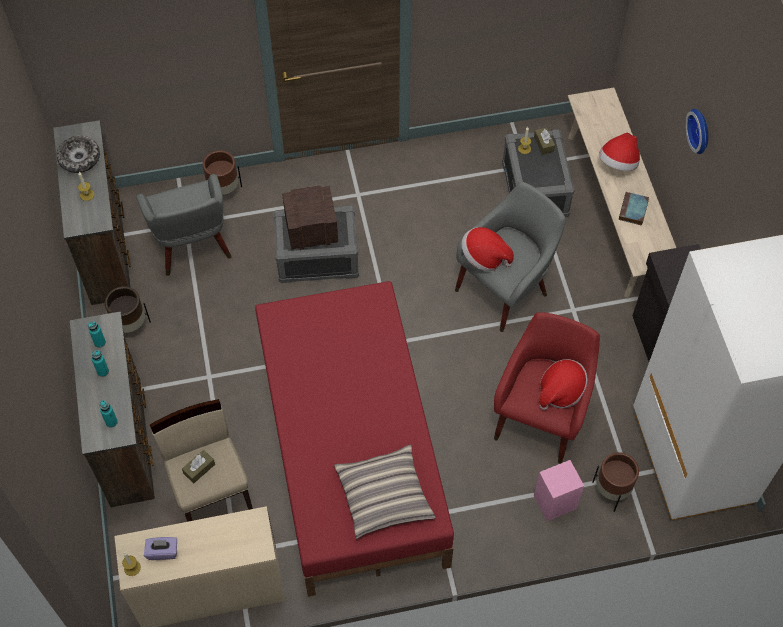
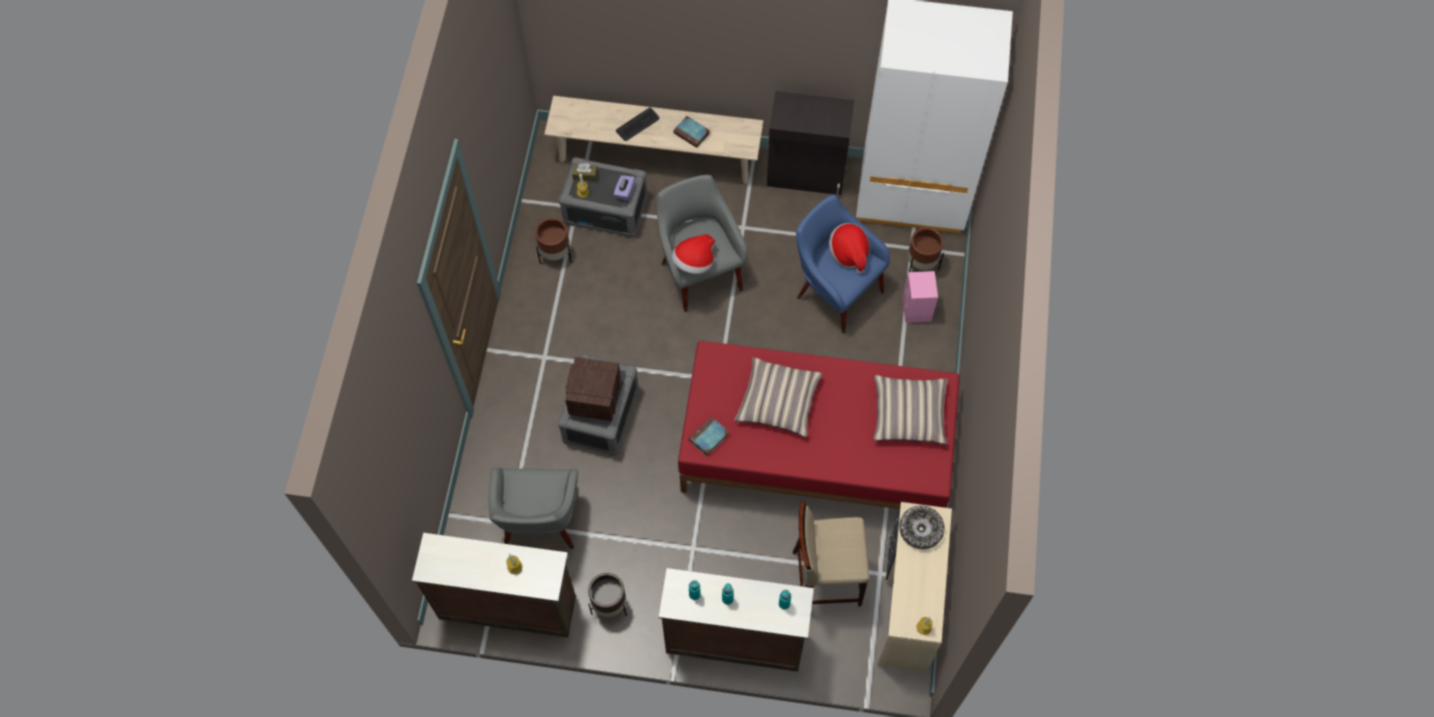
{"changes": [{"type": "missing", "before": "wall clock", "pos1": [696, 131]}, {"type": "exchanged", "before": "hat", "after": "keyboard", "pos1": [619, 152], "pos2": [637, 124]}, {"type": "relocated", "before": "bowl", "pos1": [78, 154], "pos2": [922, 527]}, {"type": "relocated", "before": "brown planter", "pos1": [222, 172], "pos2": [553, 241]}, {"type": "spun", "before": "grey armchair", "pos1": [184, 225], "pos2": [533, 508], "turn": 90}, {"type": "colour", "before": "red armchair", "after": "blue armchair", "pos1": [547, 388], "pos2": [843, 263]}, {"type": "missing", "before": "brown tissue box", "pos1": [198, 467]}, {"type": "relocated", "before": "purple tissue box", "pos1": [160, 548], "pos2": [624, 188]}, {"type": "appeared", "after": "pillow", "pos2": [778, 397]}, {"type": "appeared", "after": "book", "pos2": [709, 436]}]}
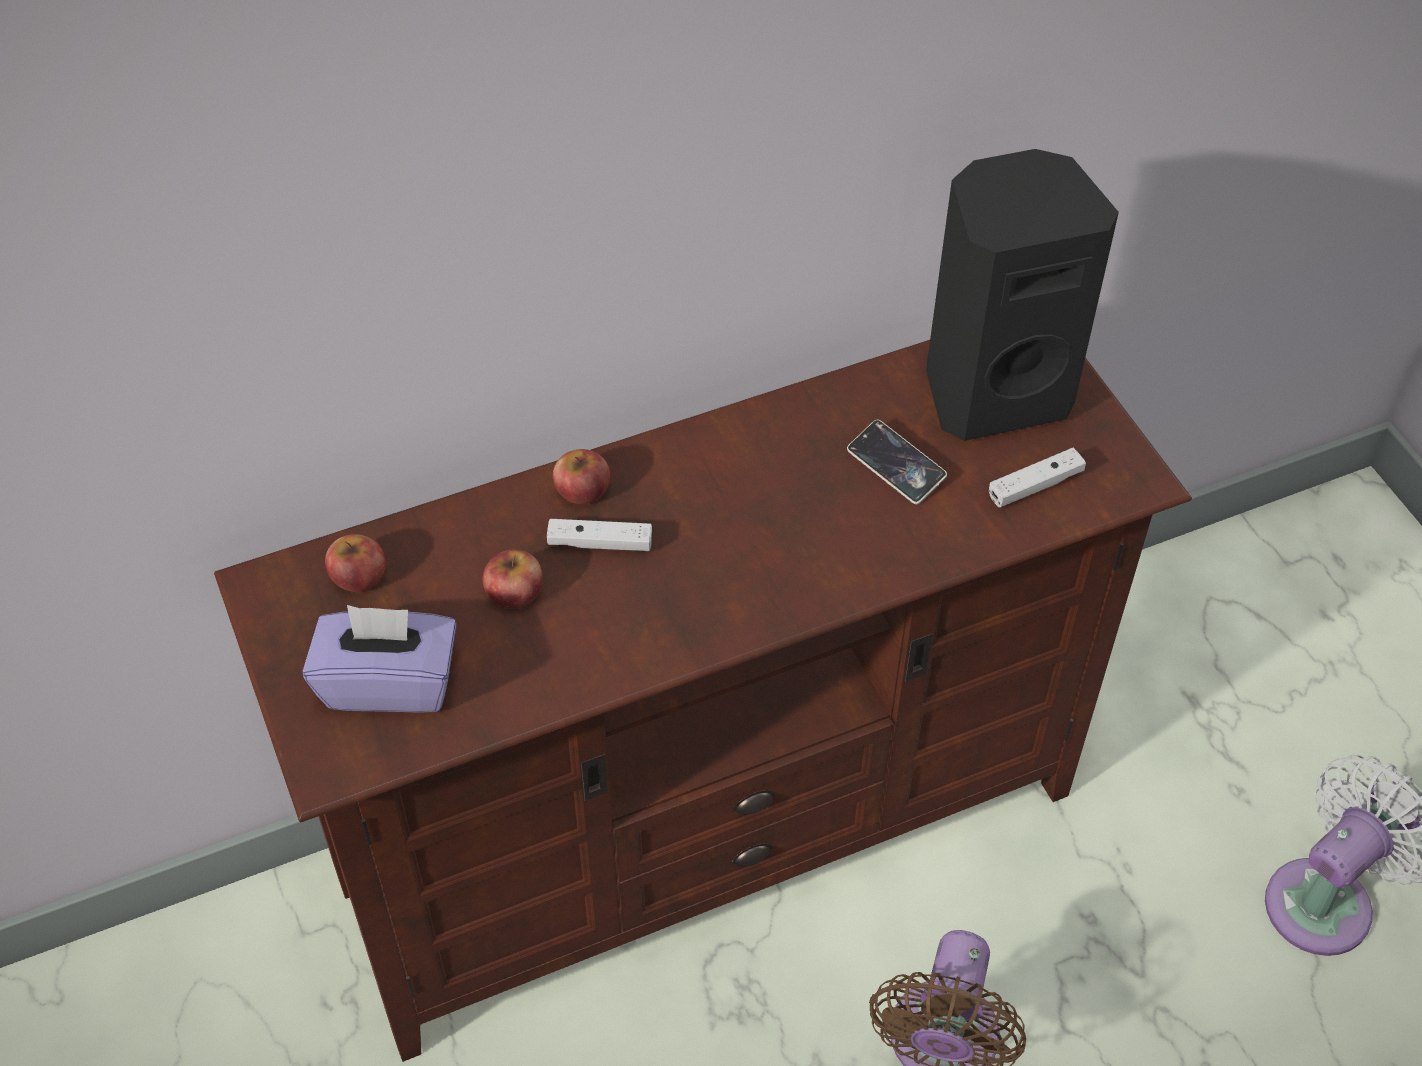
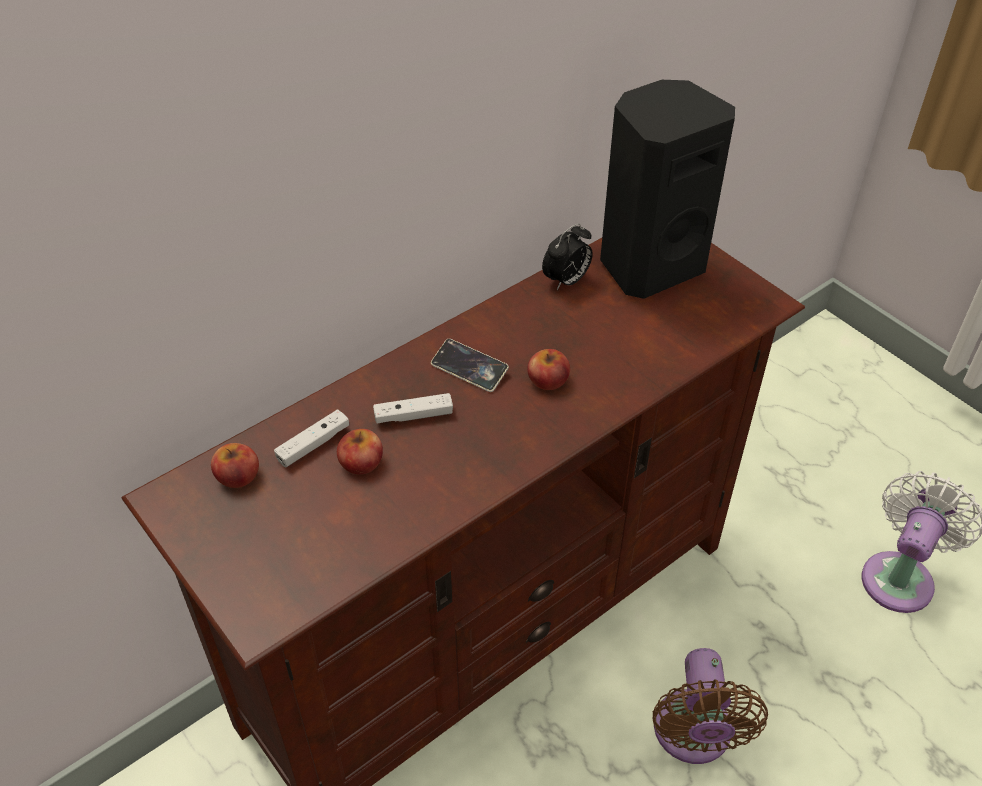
{"changes": [{"type": "relocated", "before": "phone", "pos1": [897, 462], "pos2": [470, 365]}, {"type": "relocated", "before": "white game controller", "pos1": [1037, 477], "pos2": [311, 438]}, {"type": "relocated", "before": "apple", "pos1": [581, 476], "pos2": [548, 369]}, {"type": "missing", "before": "purple tissue box", "pos1": [380, 659]}, {"type": "appeared", "after": "alarm clock", "pos2": [567, 256]}]}
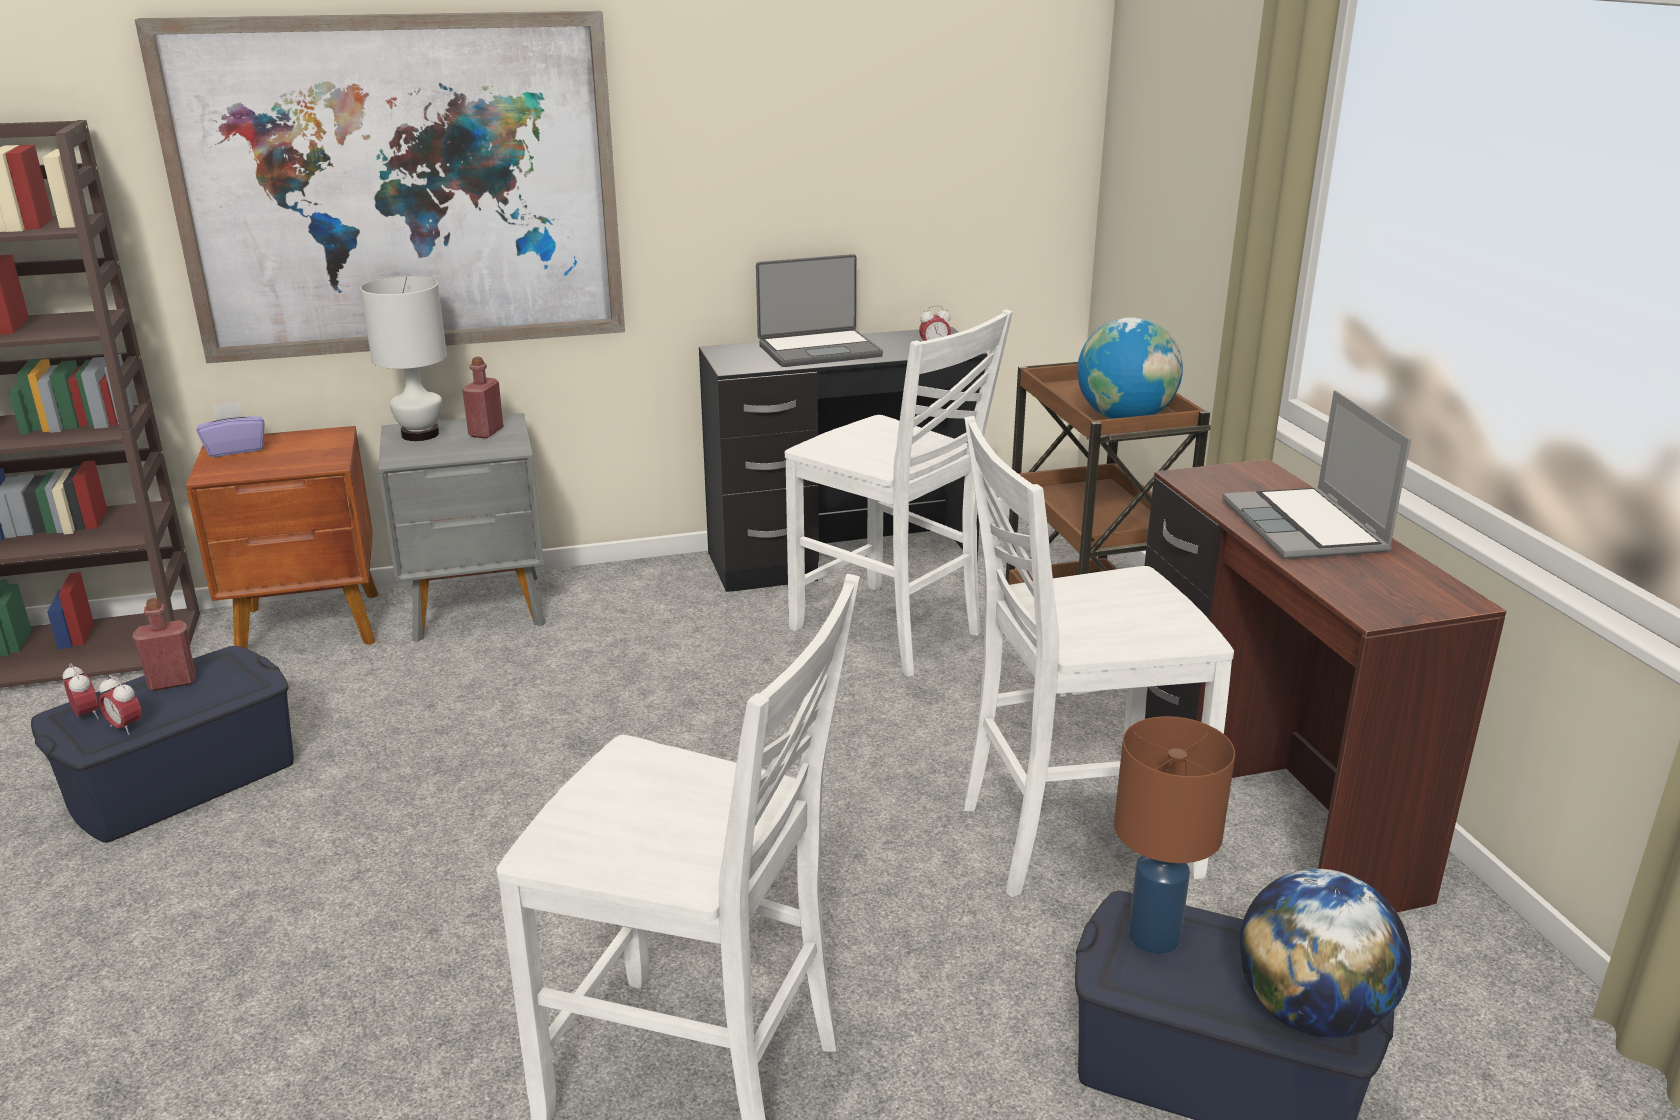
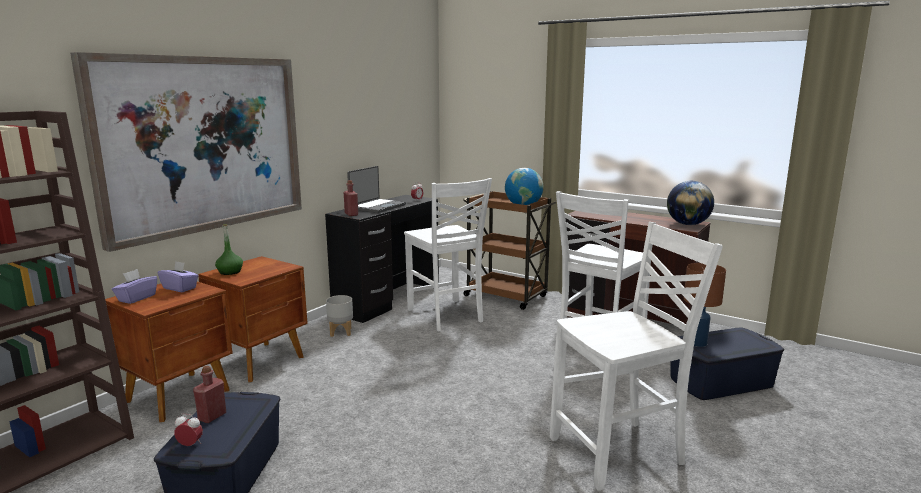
{"changes": [{"type": "exchanged", "before": "white table lamp", "after": "green bottle", "pos1": [403, 358], "pos2": [229, 249]}, {"type": "spun", "before": "white chair", "pos1": [899, 493], "pos2": [448, 254], "turn": 60}, {"type": "relocated", "before": "red bottle", "pos1": [483, 397], "pos2": [351, 198]}, {"type": "missing", "before": "laptop", "pos1": [1316, 474]}, {"type": "colour", "before": "grey nightstand", "after": "brown nightstand", "pos1": [461, 527], "pos2": [253, 319]}, {"type": "missing", "before": "alarm clock", "pos1": [120, 705]}, {"type": "relocated", "before": "globe", "pos1": [1325, 953], "pos2": [690, 203]}, {"type": "appeared", "after": "purple tissue box", "pos2": [178, 276]}, {"type": "appeared", "after": "grey planter", "pos2": [339, 316]}]}
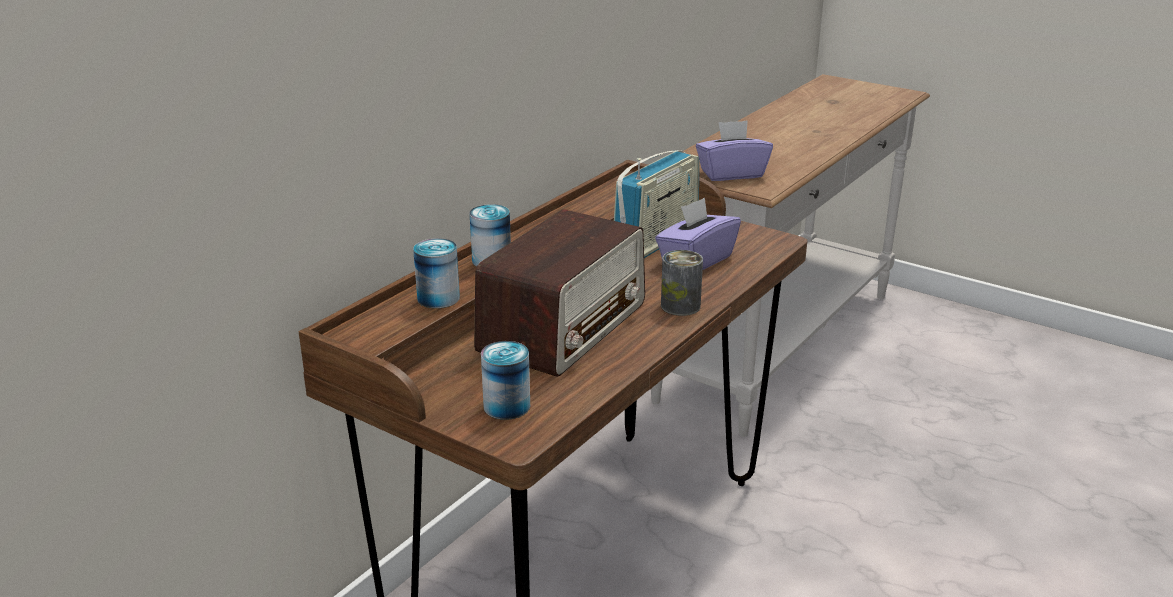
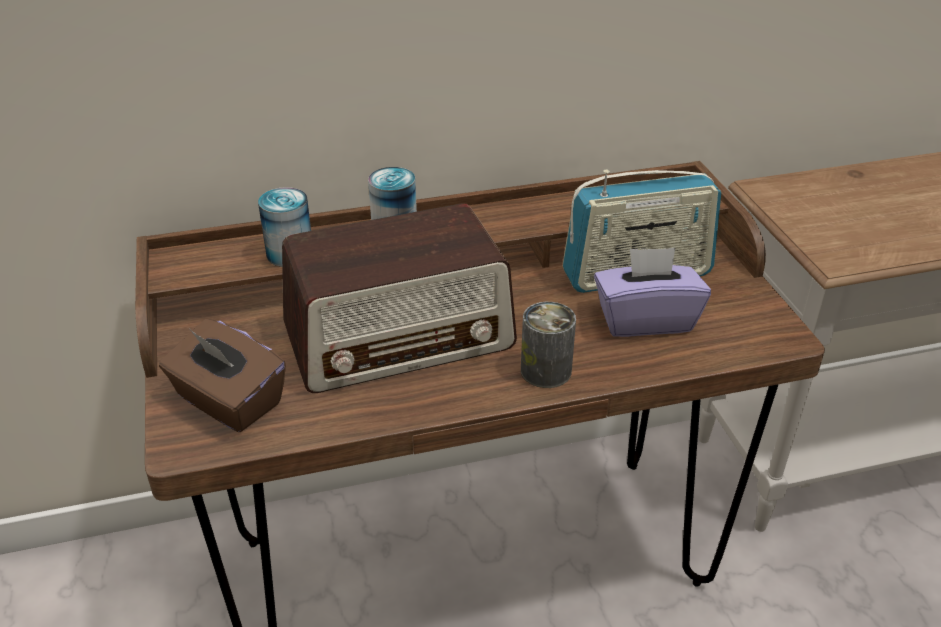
{"changes": [{"type": "missing", "before": "purple tissue box", "pos1": [734, 150]}, {"type": "exchanged", "before": "can", "after": "brown tissue box", "pos1": [505, 380], "pos2": [222, 375]}]}
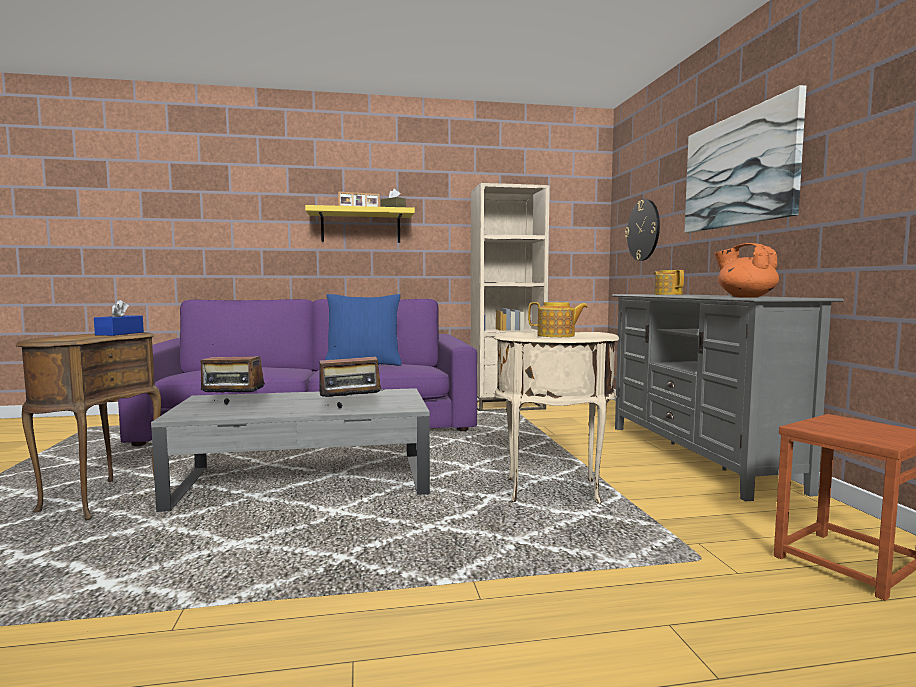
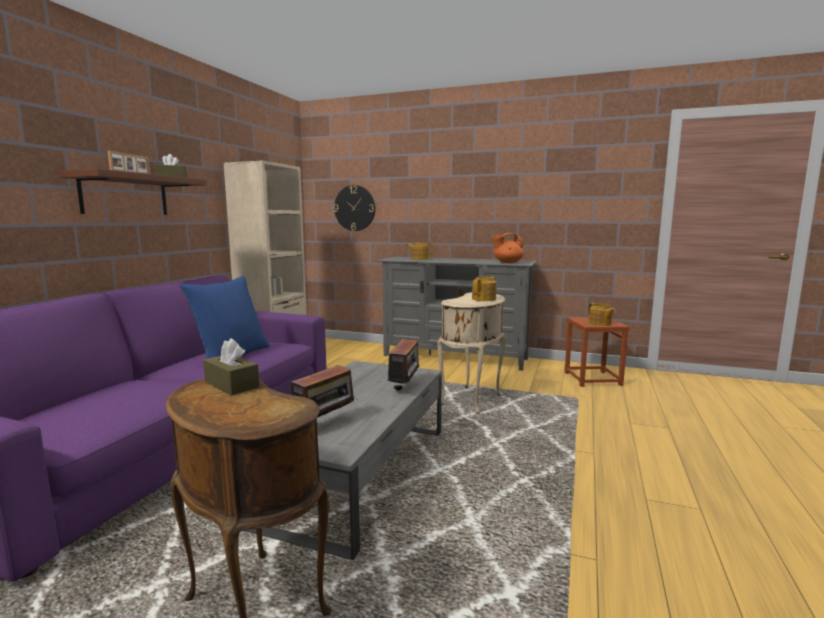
{"changes": [{"type": "missing", "before": "picture", "pos1": [745, 159]}, {"type": "colour", "before": "yellow shelf", "after": "brown shelf", "pos1": [360, 224], "pos2": [133, 192]}, {"type": "colour", "before": "blue tissue box", "after": "brown tissue box", "pos1": [119, 318], "pos2": [231, 366]}, {"type": "appeared", "after": "teapot", "pos2": [602, 314]}]}
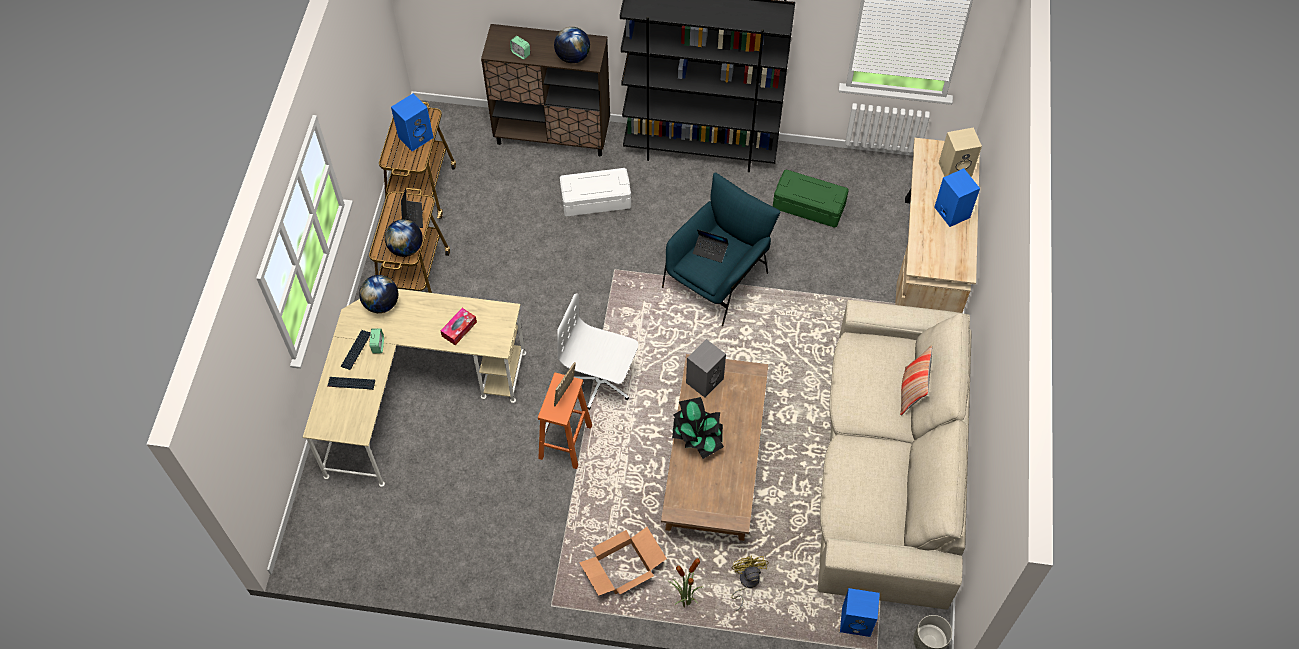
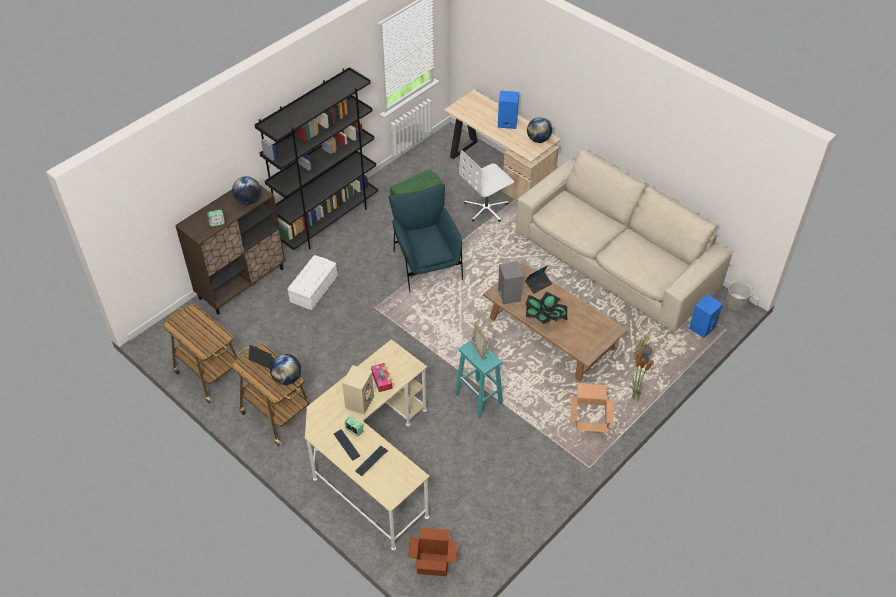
{"changes": [{"type": "missing", "before": "blue speaker", "pos1": [412, 122]}, {"type": "relocated", "before": "beige speaker", "pos1": [960, 152], "pos2": [358, 389]}, {"type": "relocated", "before": "laptop", "pos1": [710, 246], "pos2": [538, 279]}, {"type": "relocated", "before": "globe", "pos1": [378, 294], "pos2": [539, 130]}, {"type": "relocated", "before": "white office chair", "pos1": [597, 351], "pos2": [486, 186]}, {"type": "missing", "before": "pillow", "pos1": [916, 380]}, {"type": "colour", "before": "orange stool", "after": "turquoise stool", "pos1": [565, 421], "pos2": [479, 379]}, {"type": "appeared", "after": "cardboard box", "pos2": [433, 551]}]}
